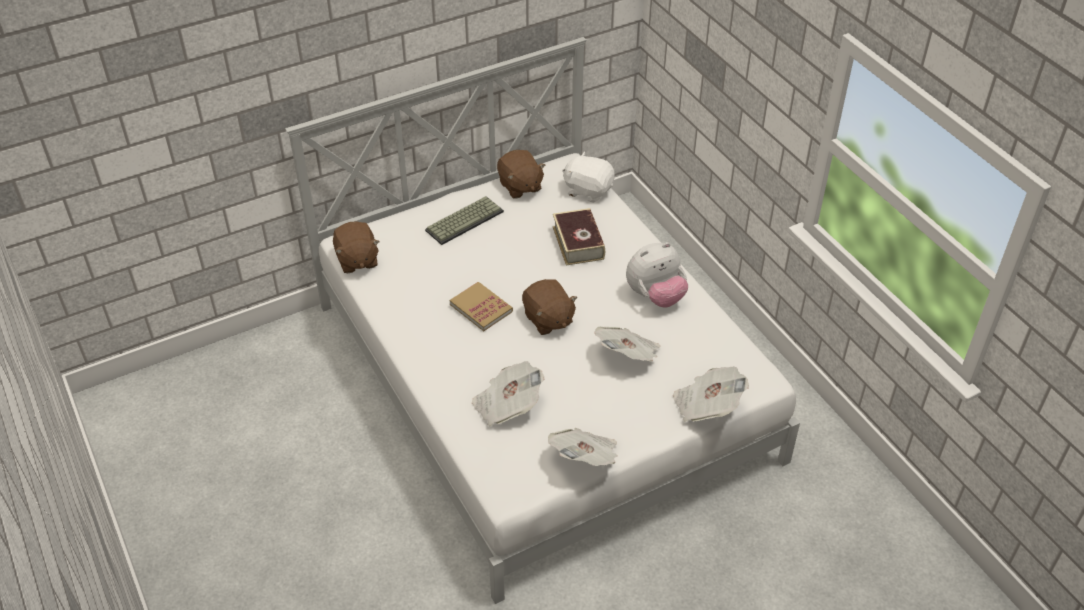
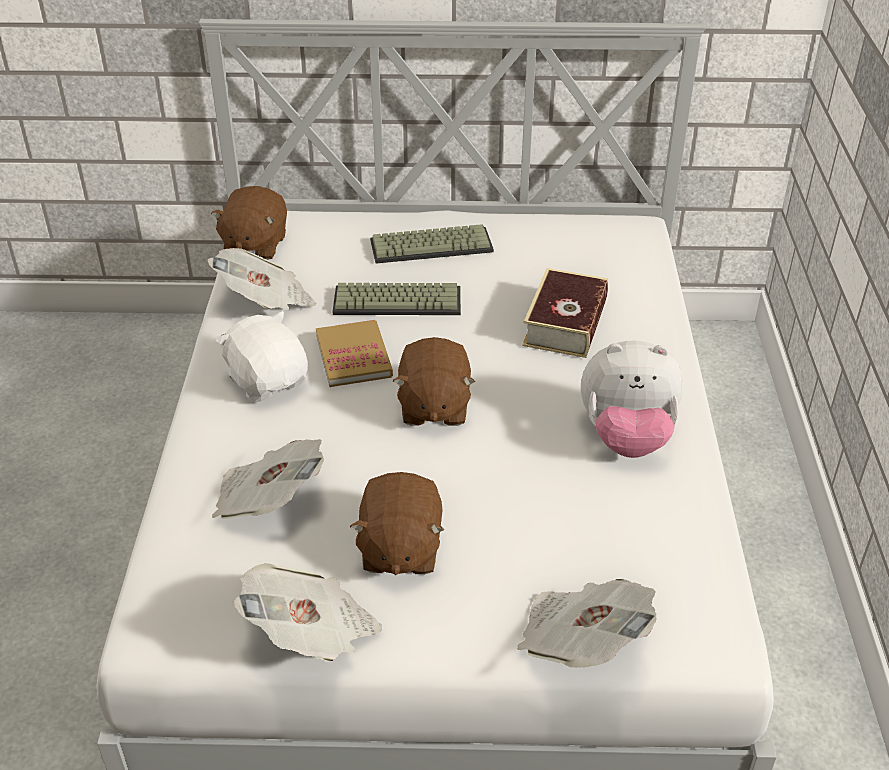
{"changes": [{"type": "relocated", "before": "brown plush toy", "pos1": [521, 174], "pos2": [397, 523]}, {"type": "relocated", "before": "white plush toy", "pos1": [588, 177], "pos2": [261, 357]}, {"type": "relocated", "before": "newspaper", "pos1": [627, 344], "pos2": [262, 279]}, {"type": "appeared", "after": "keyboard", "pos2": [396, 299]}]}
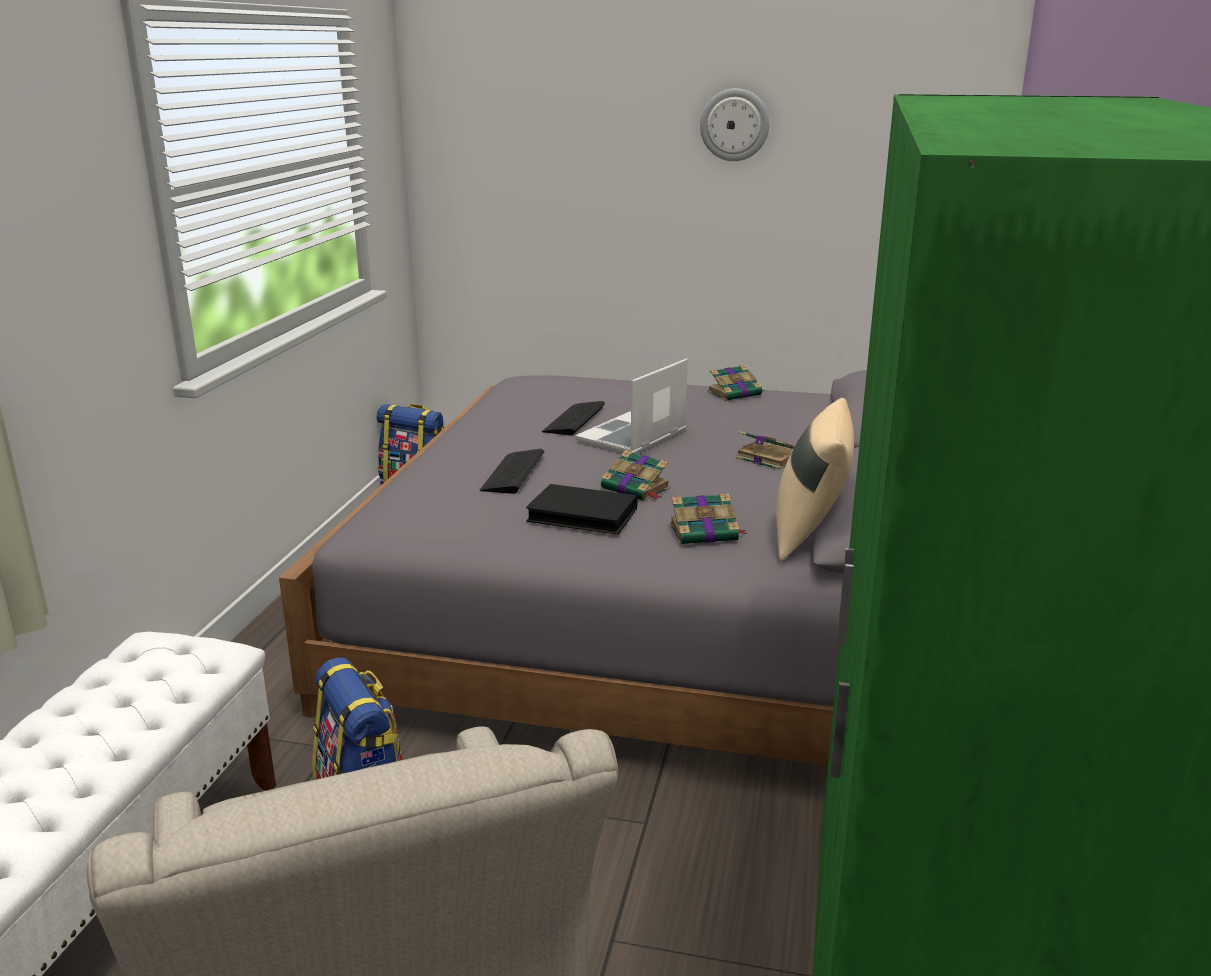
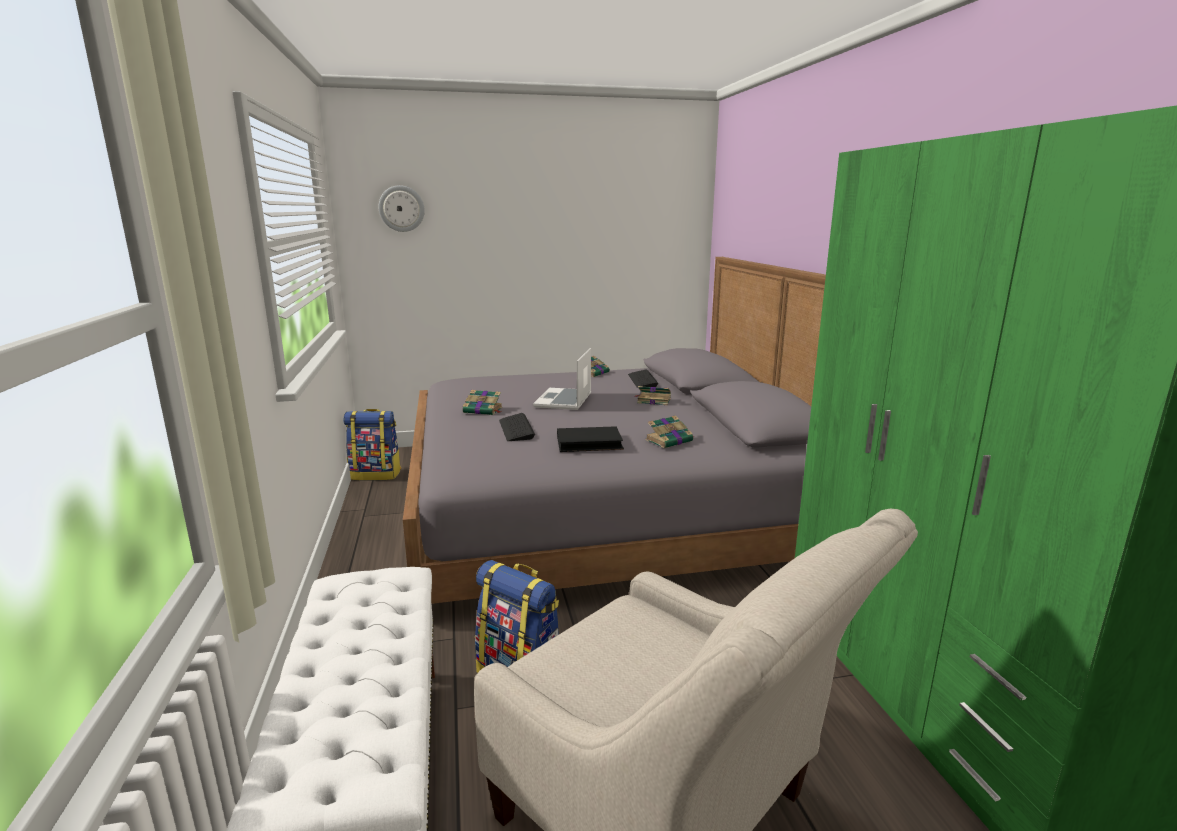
{"changes": [{"type": "relocated", "before": "wall clock", "pos1": [734, 124], "pos2": [402, 208]}, {"type": "missing", "before": "beige pillow", "pos1": [815, 479]}, {"type": "relocated", "before": "keyboard", "pos1": [573, 418], "pos2": [643, 378]}, {"type": "relocated", "before": "book", "pos1": [635, 475], "pos2": [483, 402]}]}
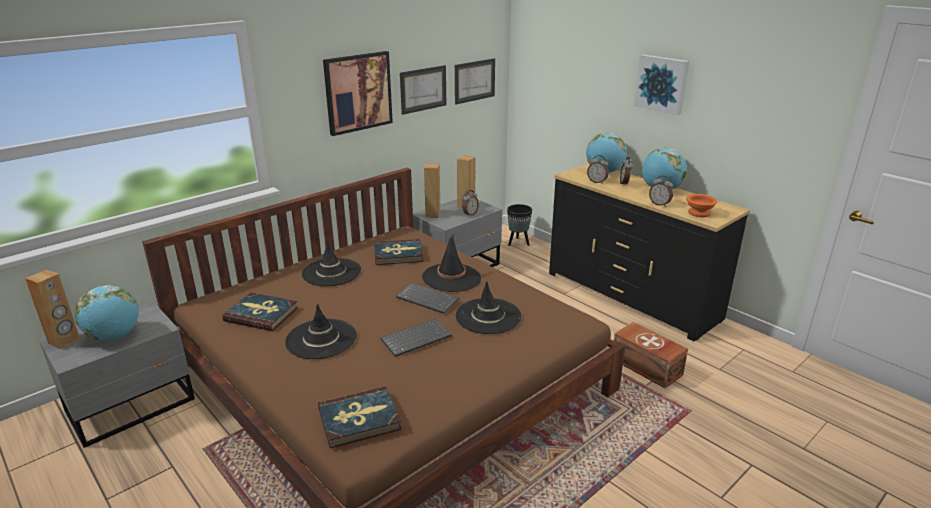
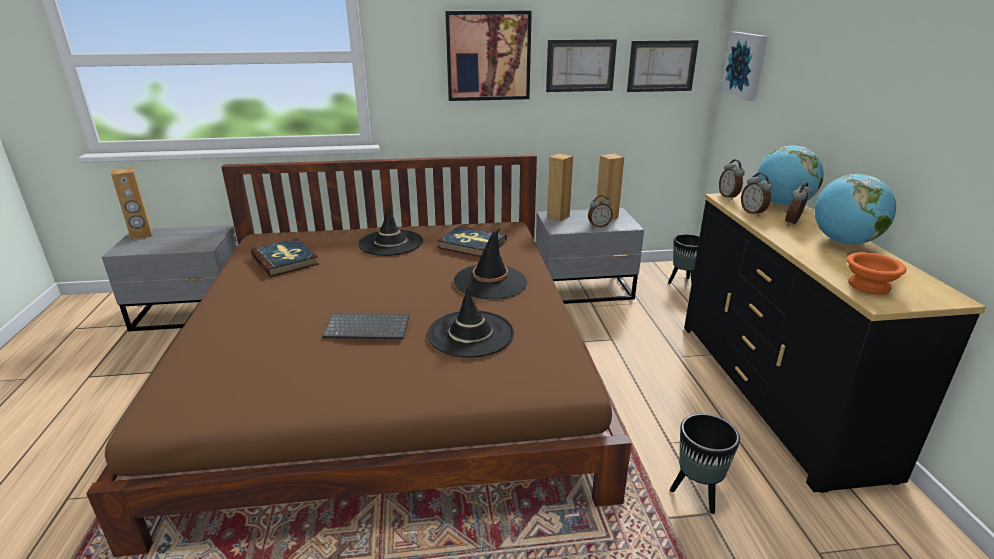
{"changes": [{"type": "relocated", "before": "picture", "pos1": [661, 84], "pos2": [744, 66]}, {"type": "relocated", "before": "alarm clock", "pos1": [661, 191], "pos2": [732, 180]}, {"type": "missing", "before": "keyboard", "pos1": [427, 298]}, {"type": "missing", "before": "globe", "pos1": [107, 313]}, {"type": "missing", "before": "black hat", "pos1": [320, 331]}, {"type": "exchanged", "before": "brown storage box", "after": "black planter", "pos1": [651, 355], "pos2": [705, 464]}, {"type": "missing", "before": "book", "pos1": [360, 417]}]}
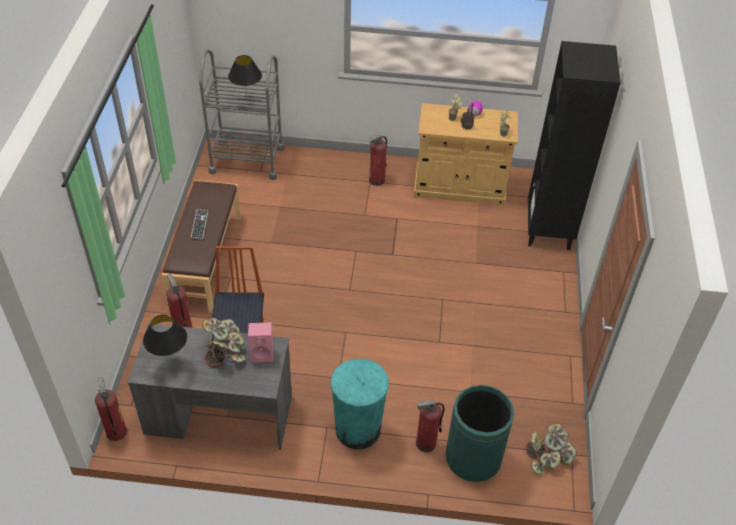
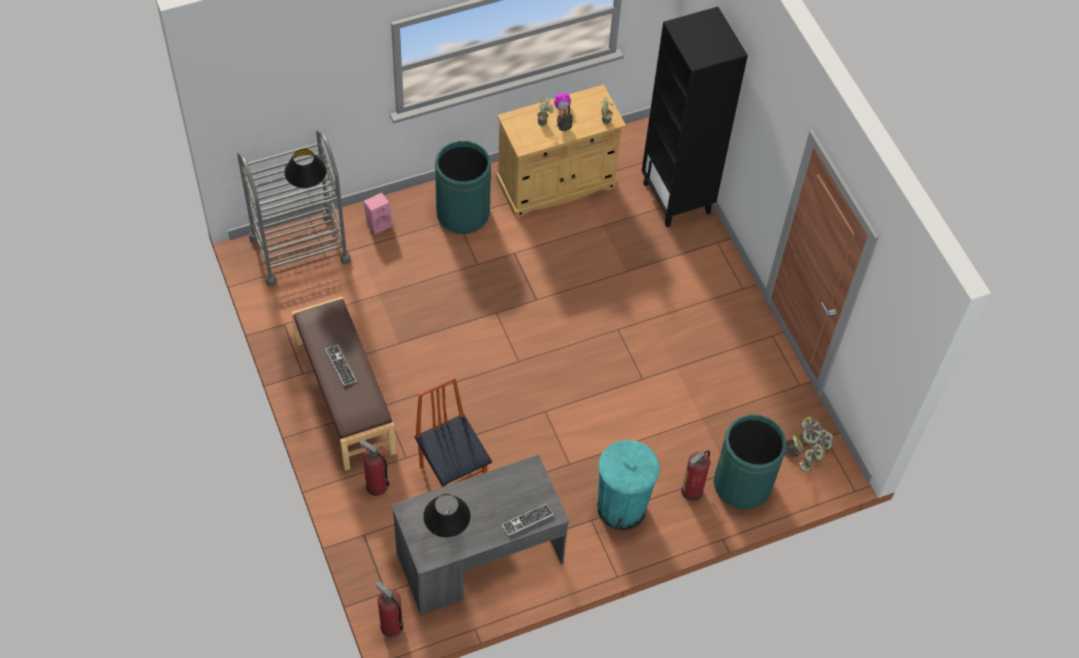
{"changes": [{"type": "exchanged", "before": "fire extinguisher", "after": "green trash can", "pos1": [378, 160], "pos2": [463, 187]}, {"type": "missing", "before": "potted plant", "pos1": [223, 342]}, {"type": "relocated", "before": "pink speaker", "pos1": [260, 343], "pos2": [378, 214]}, {"type": "appeared", "after": "keyboard", "pos2": [528, 520]}]}
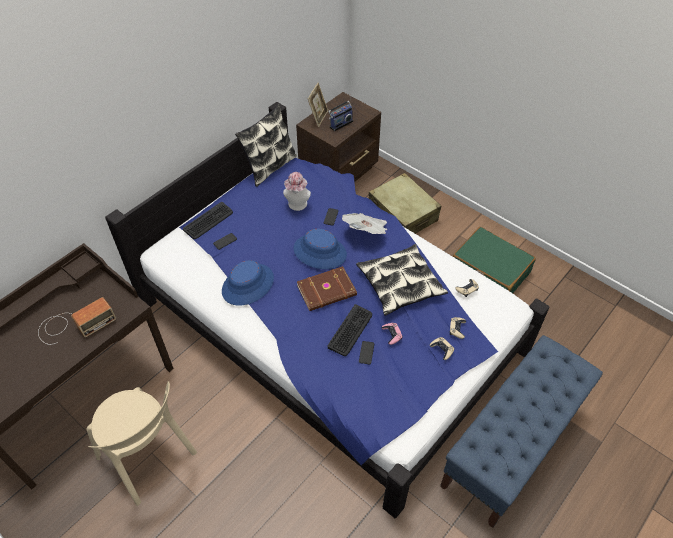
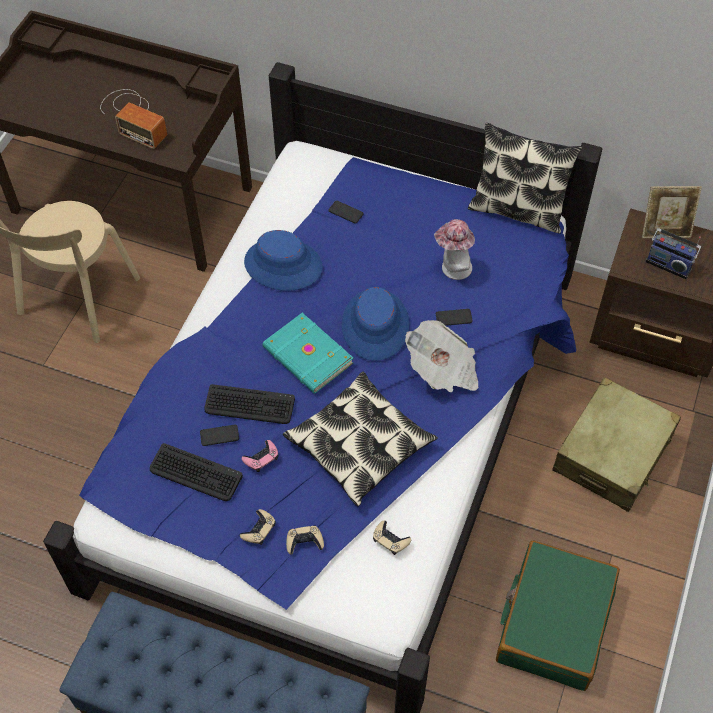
{"changes": [{"type": "relocated", "before": "keyboard", "pos1": [208, 220], "pos2": [196, 472]}, {"type": "colour", "before": "brown book", "after": "turquoise book", "pos1": [327, 288], "pos2": [307, 353]}]}
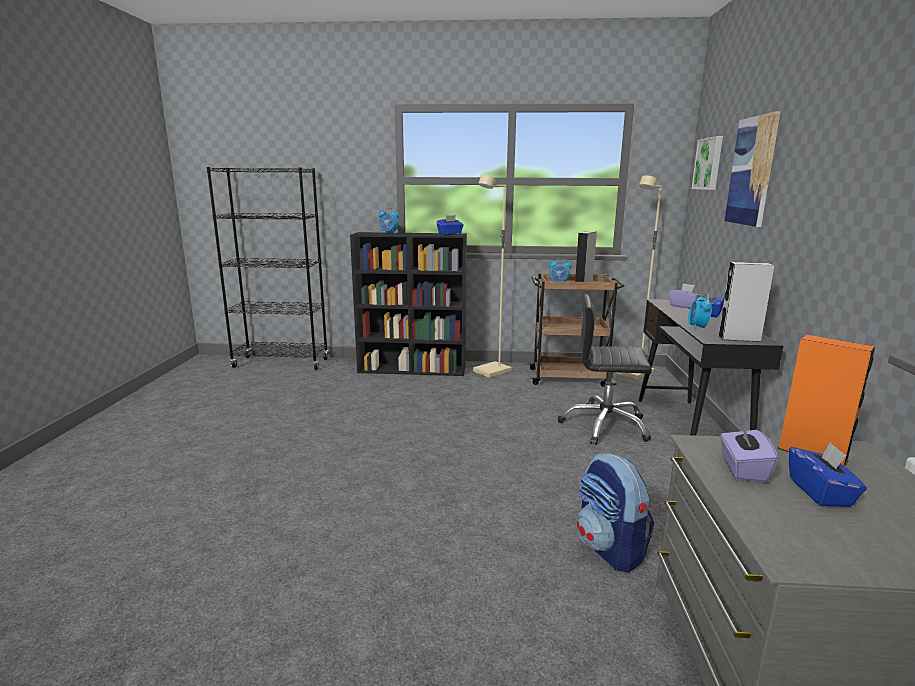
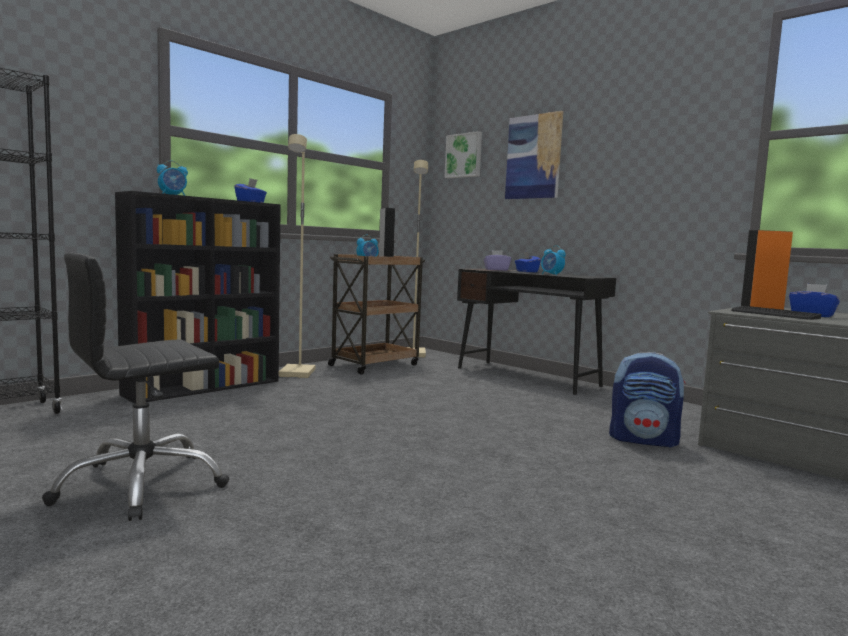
{"changes": [{"type": "missing", "before": "grey speaker", "pos1": [746, 302]}, {"type": "relocated", "before": "black office chair", "pos1": [605, 369], "pos2": [135, 387]}, {"type": "exchanged", "before": "purple tissue box", "after": "keyboard", "pos1": [749, 452], "pos2": [776, 313]}]}
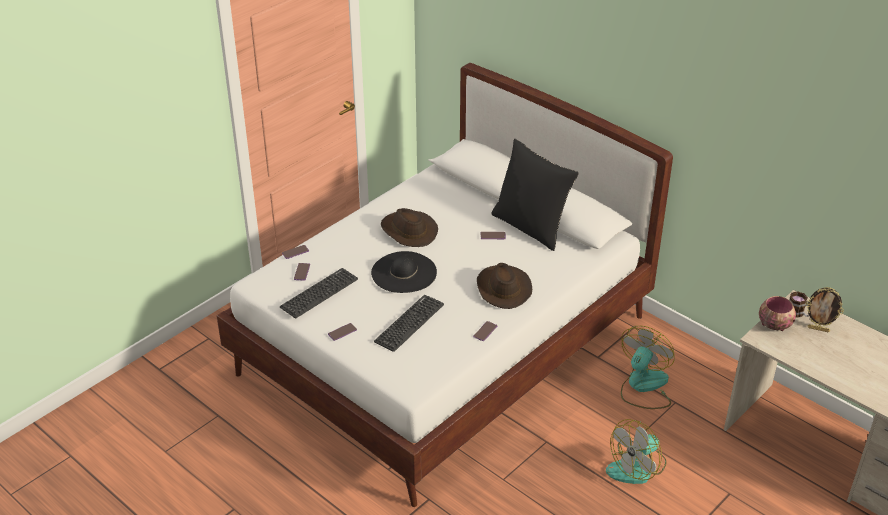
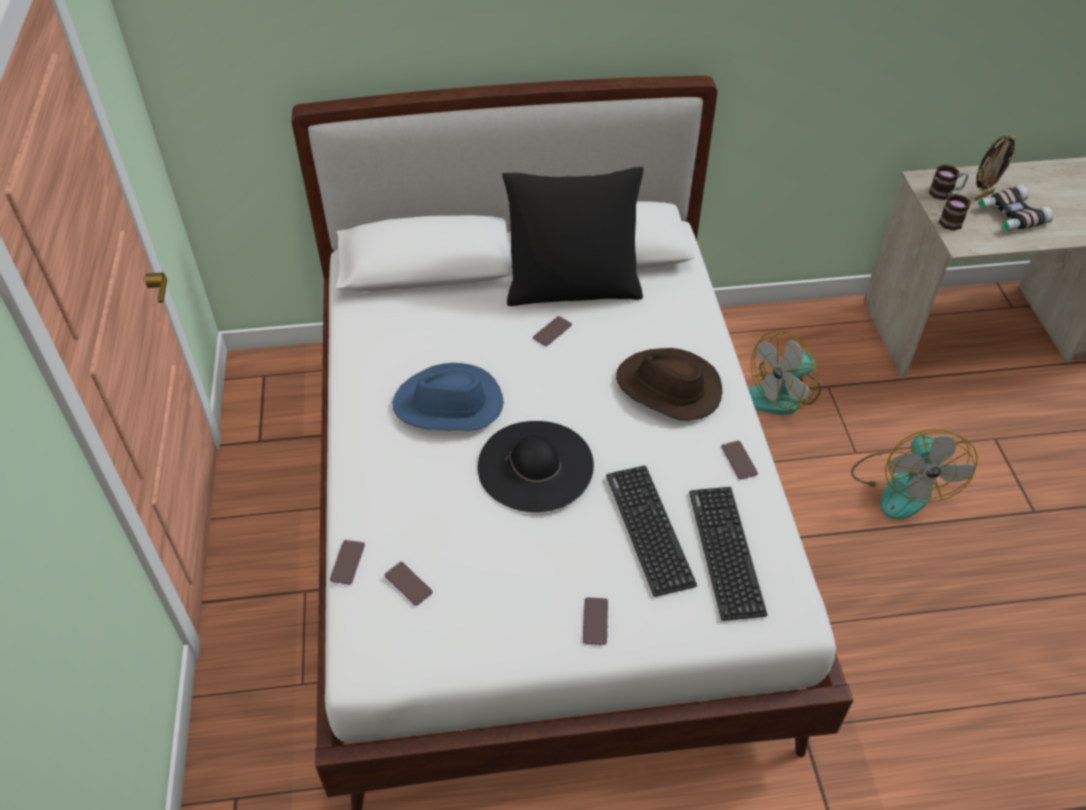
{"changes": [{"type": "colour", "before": "brown hat", "after": "blue hat", "pos1": [409, 227], "pos2": [448, 397]}, {"type": "relocated", "before": "keyboard", "pos1": [319, 293], "pos2": [728, 554]}, {"type": "exchanged", "before": "bowl", "after": "mug", "pos1": [777, 313], "pos2": [955, 211]}, {"type": "spun", "before": "fan", "pos1": [648, 367], "pos2": [784, 372], "turn": -105}, {"type": "appeared", "after": "binoculars", "pos2": [1016, 208]}]}
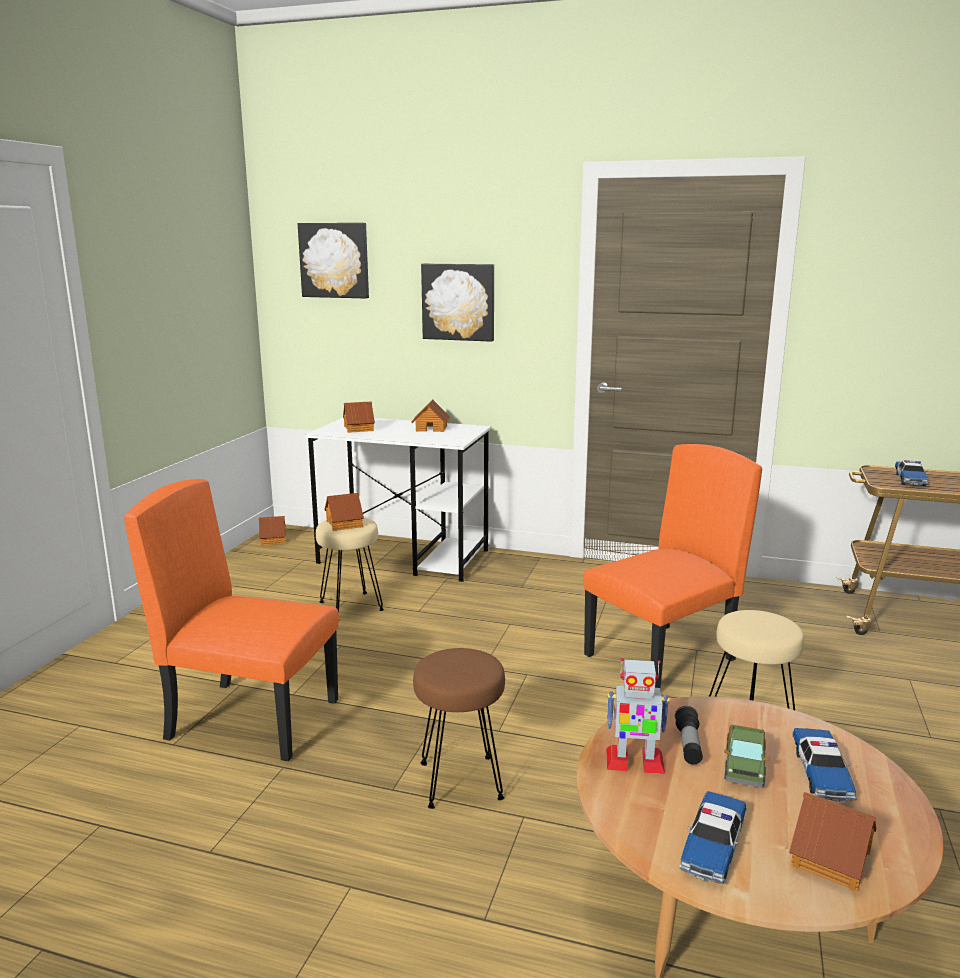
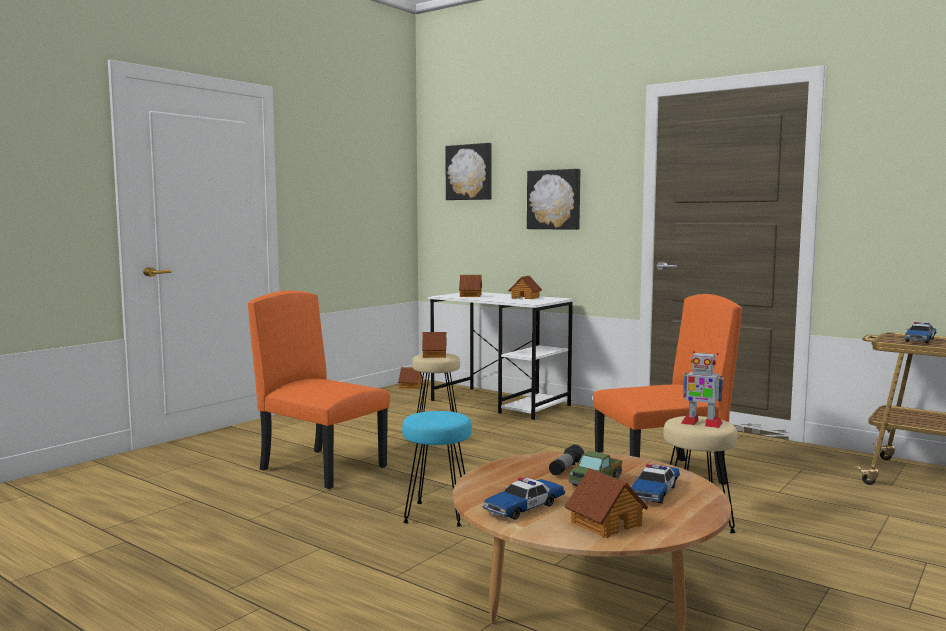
{"changes": [{"type": "colour", "before": "brown stool", "after": "turquoise stool", "pos1": [459, 728], "pos2": [437, 469]}, {"type": "relocated", "before": "toy robot", "pos1": [638, 716], "pos2": [702, 389]}]}
